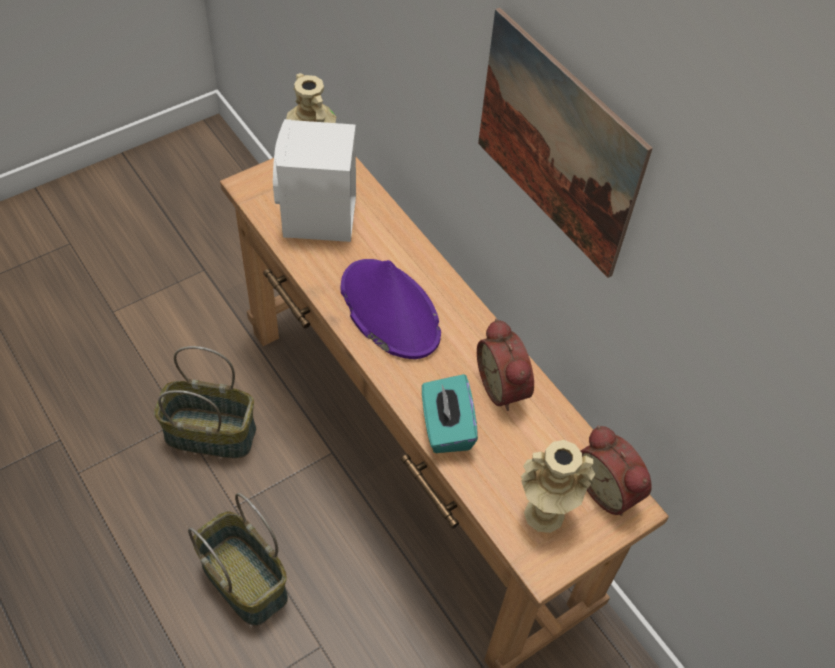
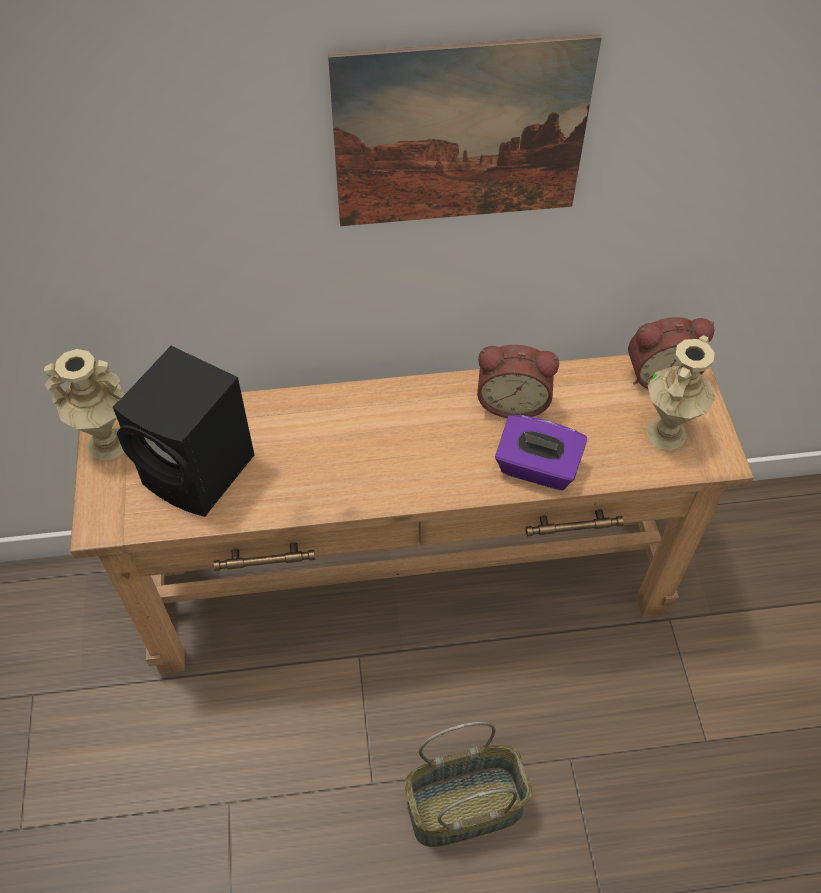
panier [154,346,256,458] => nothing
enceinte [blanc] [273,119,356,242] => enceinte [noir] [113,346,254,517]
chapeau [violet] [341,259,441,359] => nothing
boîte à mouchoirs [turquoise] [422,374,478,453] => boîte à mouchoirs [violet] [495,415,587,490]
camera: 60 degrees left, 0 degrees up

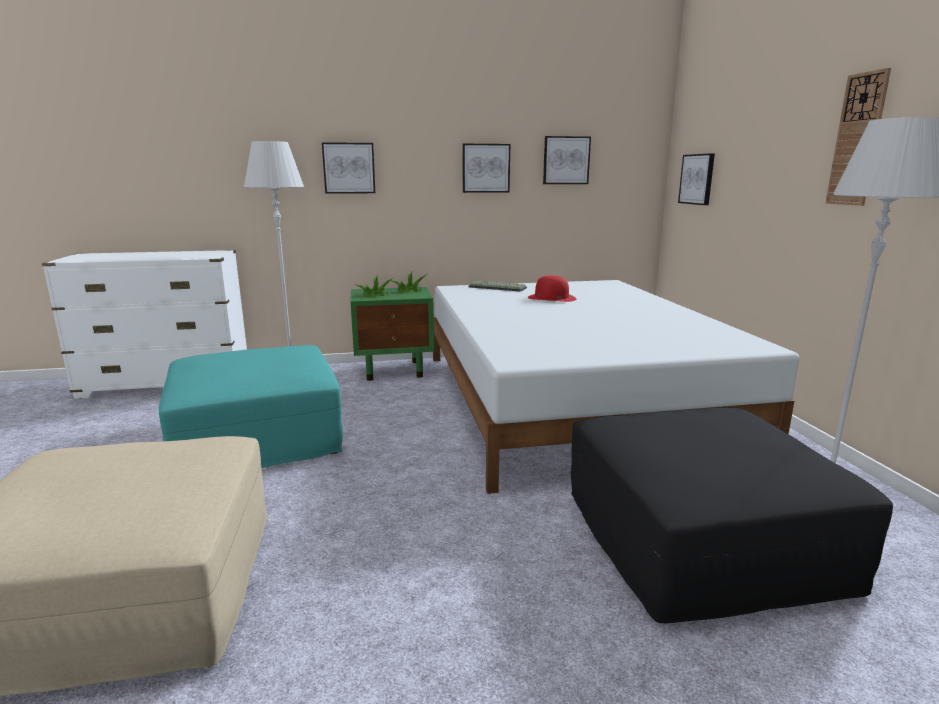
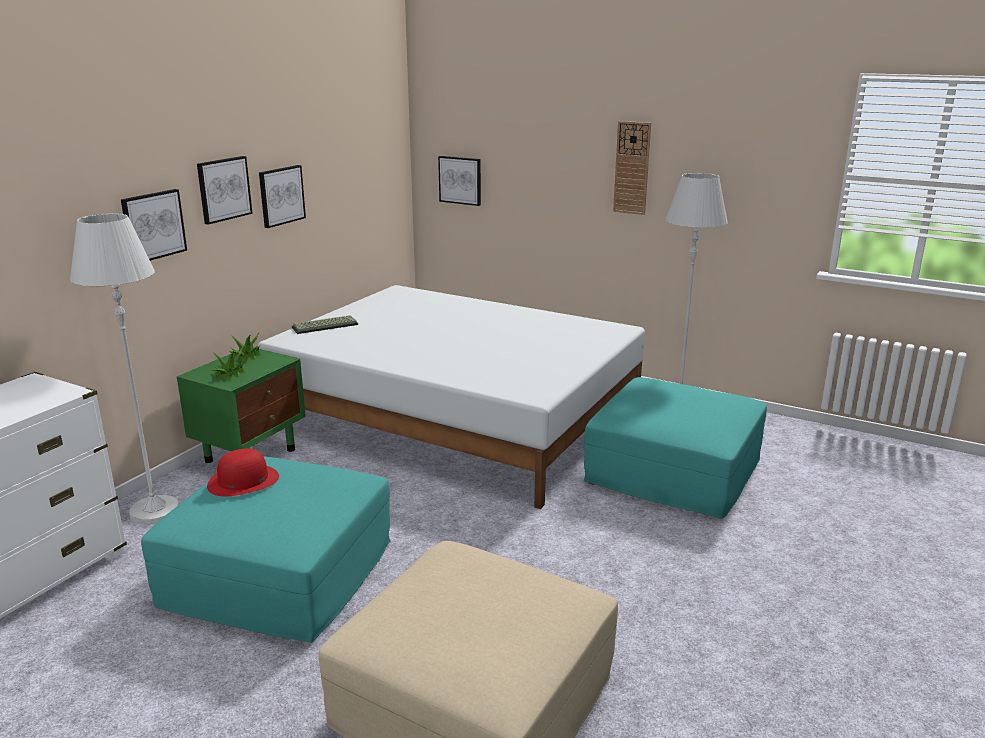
chapeau [rouge] [527,276,576,302] => chapeau [rouge] [207,449,279,496], moved
tableau [543,136,591,184] => tableau [197,156,253,225], moved
pouf [noir] [571,407,893,623] => pouf [turquoise] [584,377,767,519]
camera: 50 degrees left, 5 degrees up

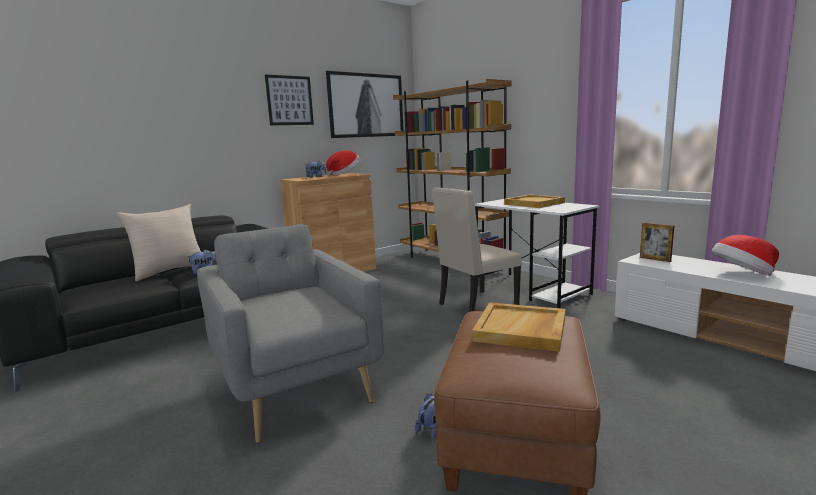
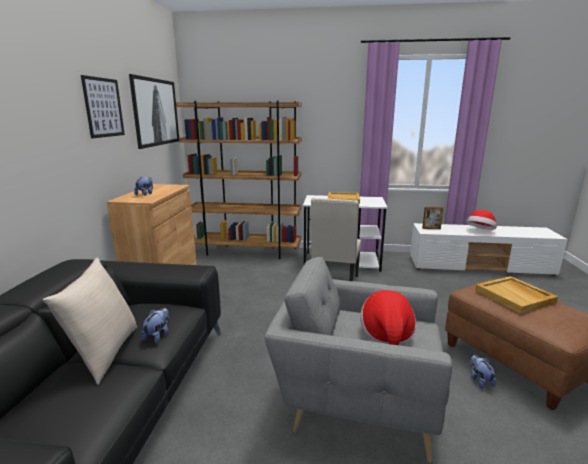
chapeau [326,151,360,175] => chapeau [360,290,416,346], moved
camera: 45 degrees left, 5 degrees up

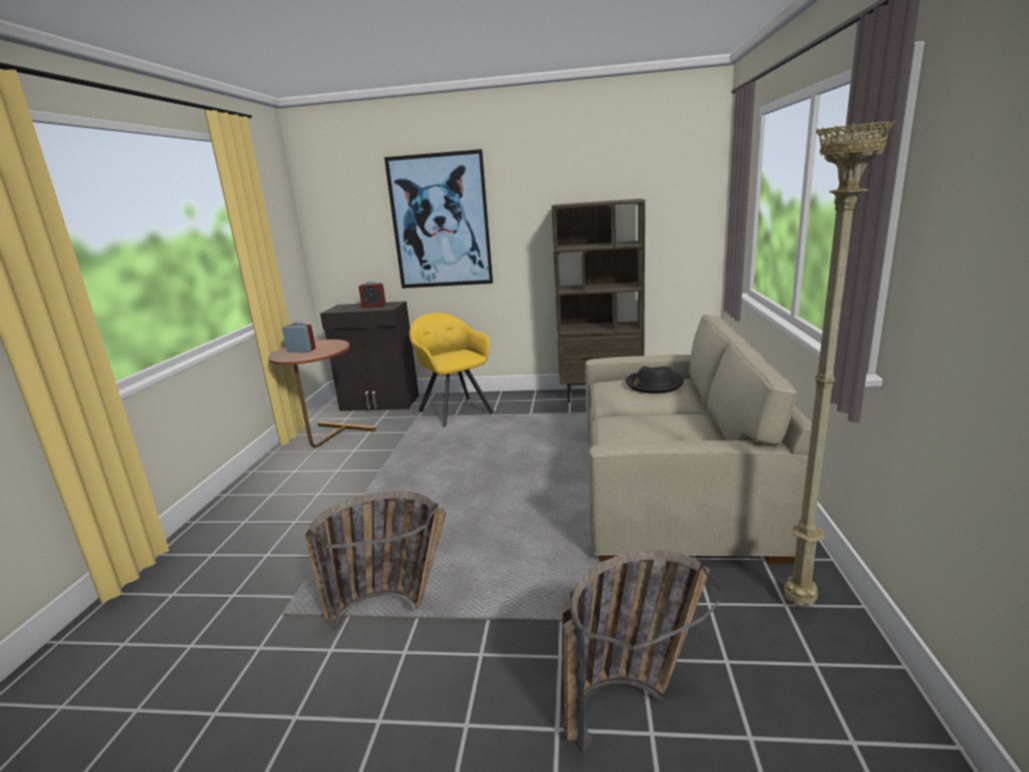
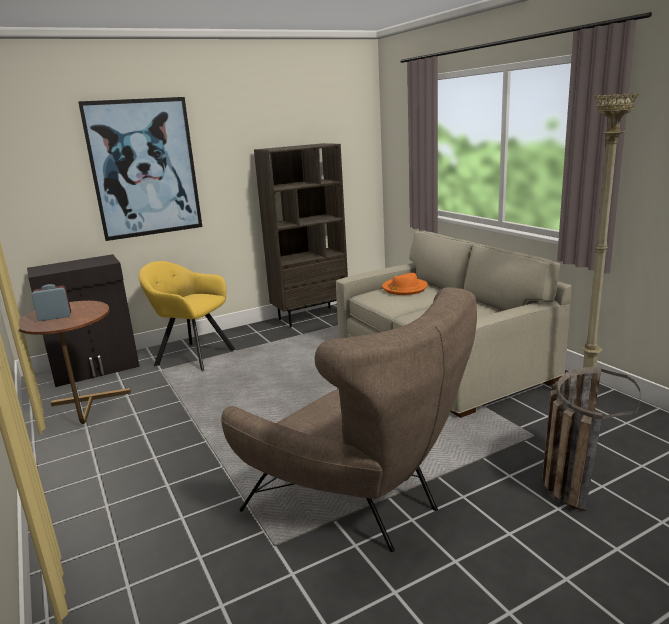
panier [305,491,446,631] => fauteuil [marron] [221,287,477,552]
réveil [359,281,386,308] => nothing
chapeau [noir] [625,366,684,394] => chapeau [orange] [382,273,428,295]
camera: 35 degrees left, 0 degrees up

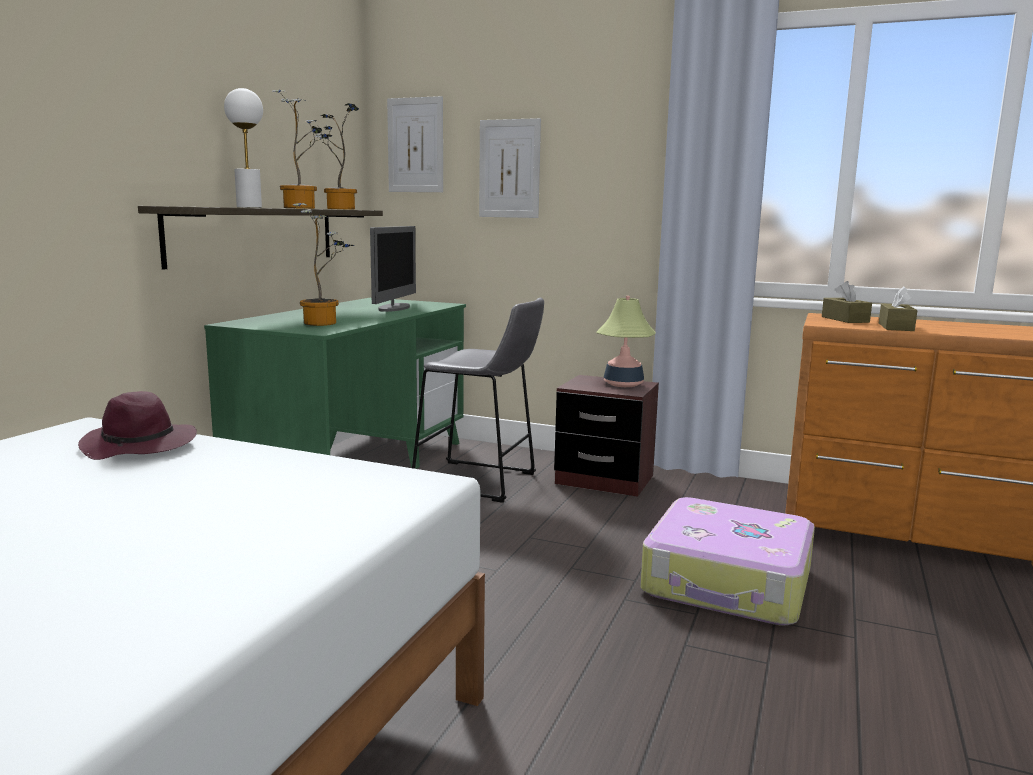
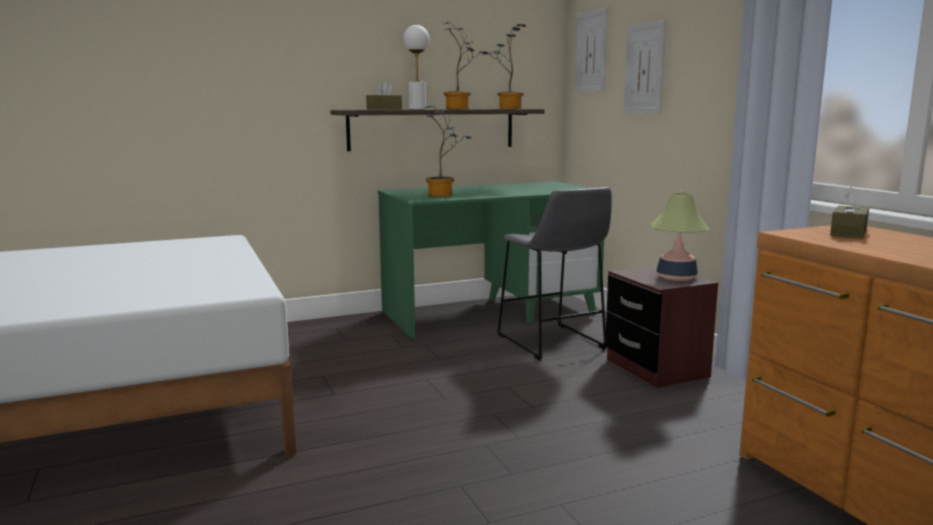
chapeau [violet] [78,391,197,460] => nothing
écran d'ordinateur [370,226,416,312] => nothing
valise [640,497,815,626] => nothing
boîte à mouchoirs [marron] [879,286,918,331] => boîte à mouchoirs [marron] [366,81,402,110], moved
camera: 45 degrees right, 0 degrees up

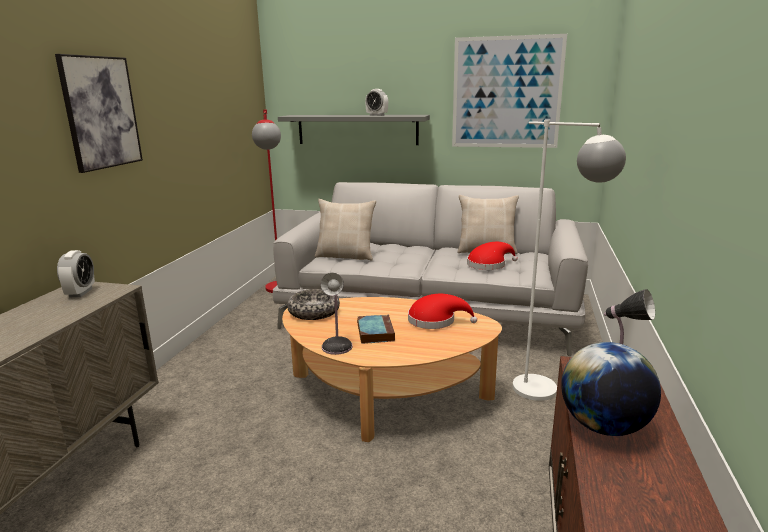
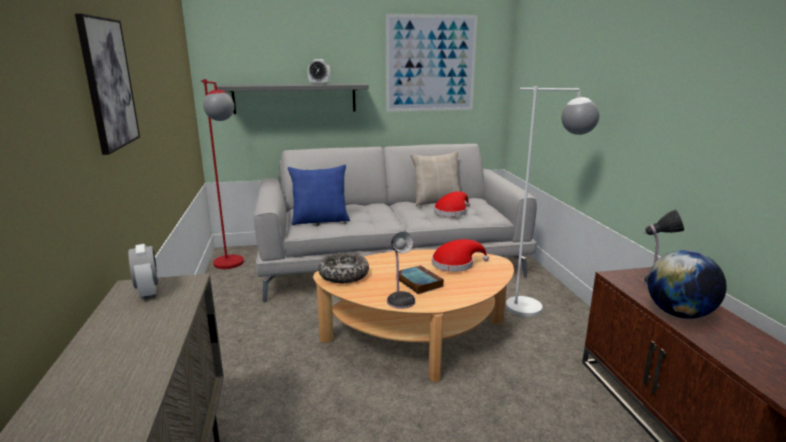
coussin [beige] [315,199,376,260] => coussin [bleu] [288,165,350,225]
camera: 25 degrees left, 0 degrees up

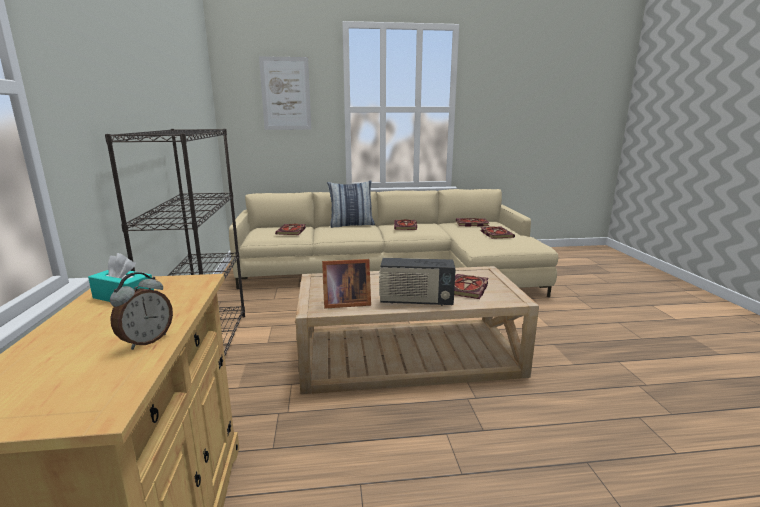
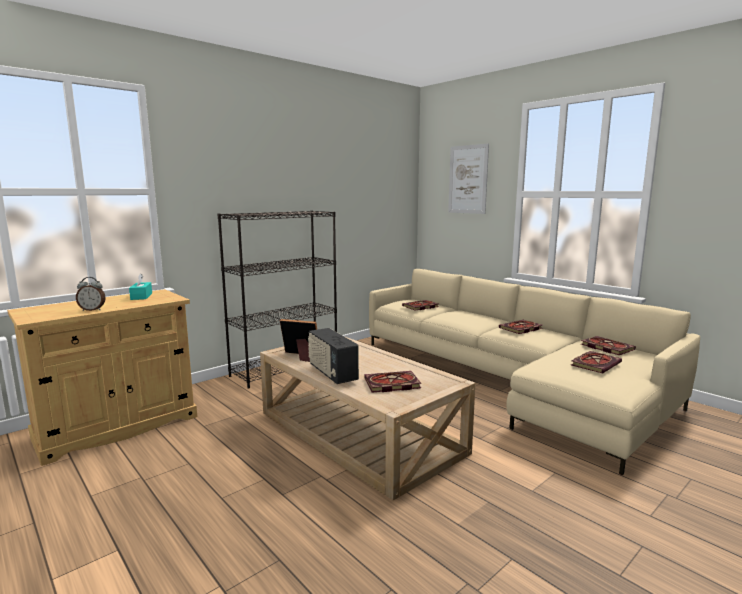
cadre photo [322,259,371,309] => cadre photo [280,319,317,362], 150 degrees clockwise
coussin [327,180,375,228] => nothing
camera: 55 degrees right, 5 degrees down

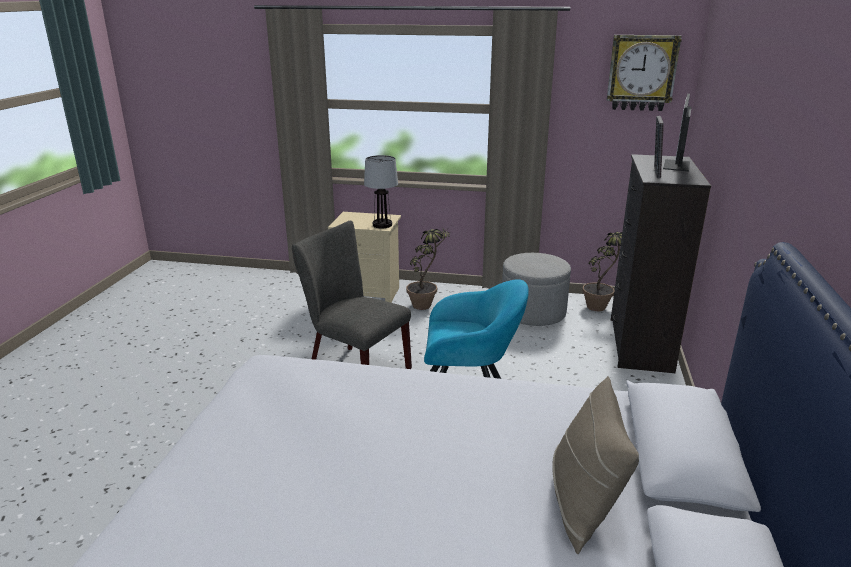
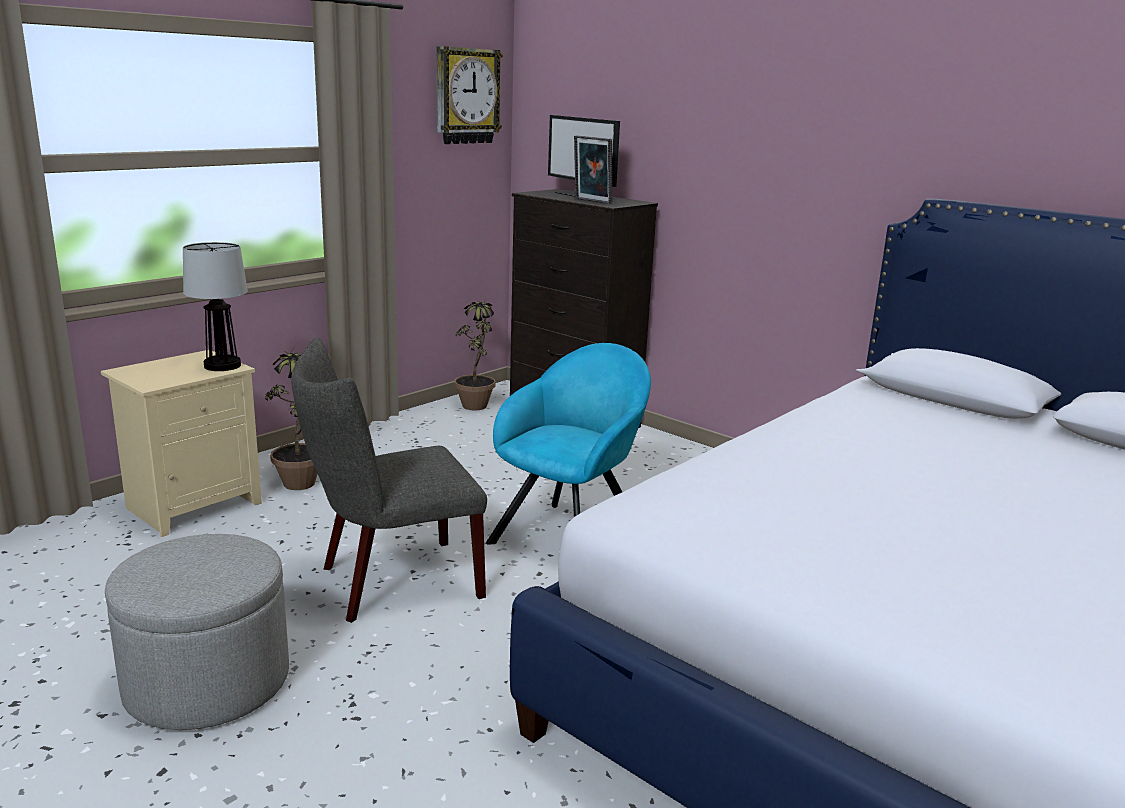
pouf [gris] [502,253,571,326] => pouf [gris] [105,534,289,730], moved
coussin [beige] [552,376,639,554] => nothing
camera: 60 degrees left, 5 degrees down

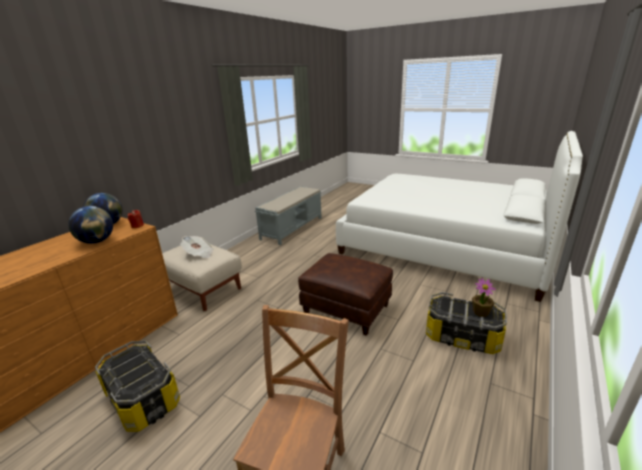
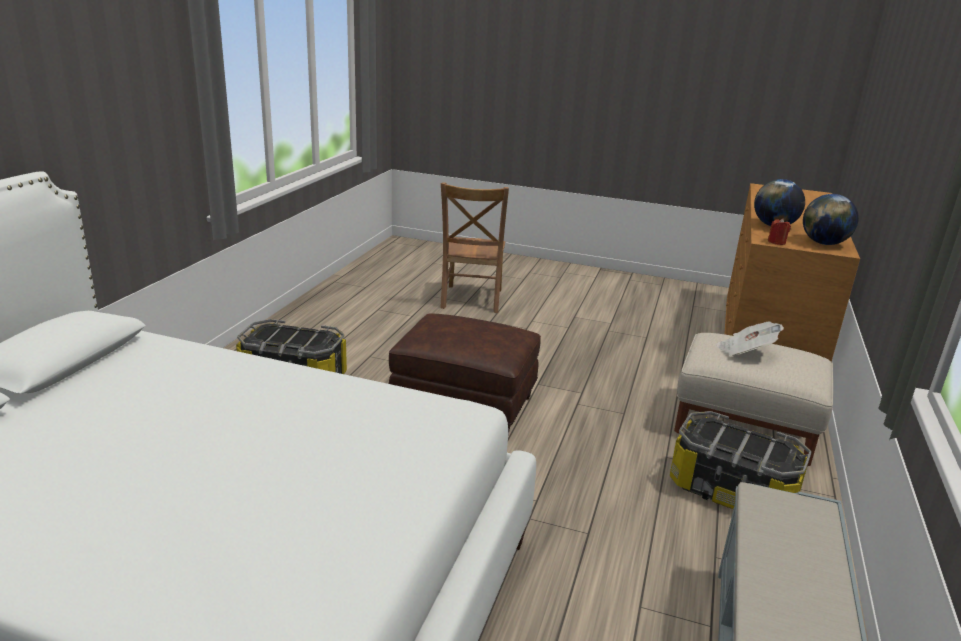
boîte de rangement [95,341,180,432] => boîte de rangement [670,411,811,509], moved
plante en pot [472,278,496,317] => nothing
camera: 165 degrees right, 0 degrees up

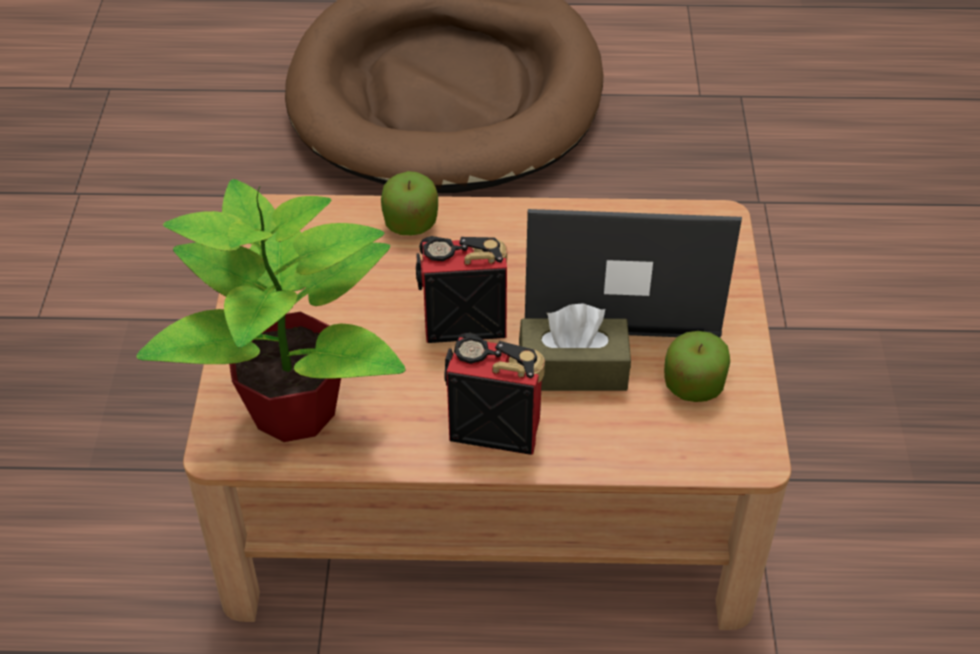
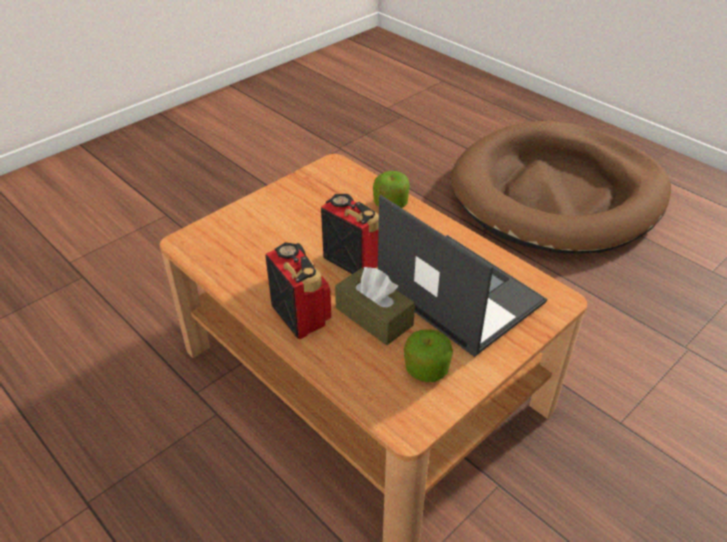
plante en pot [136,179,406,442] => nothing
camera: 45 degrees right, 5 degrees down

